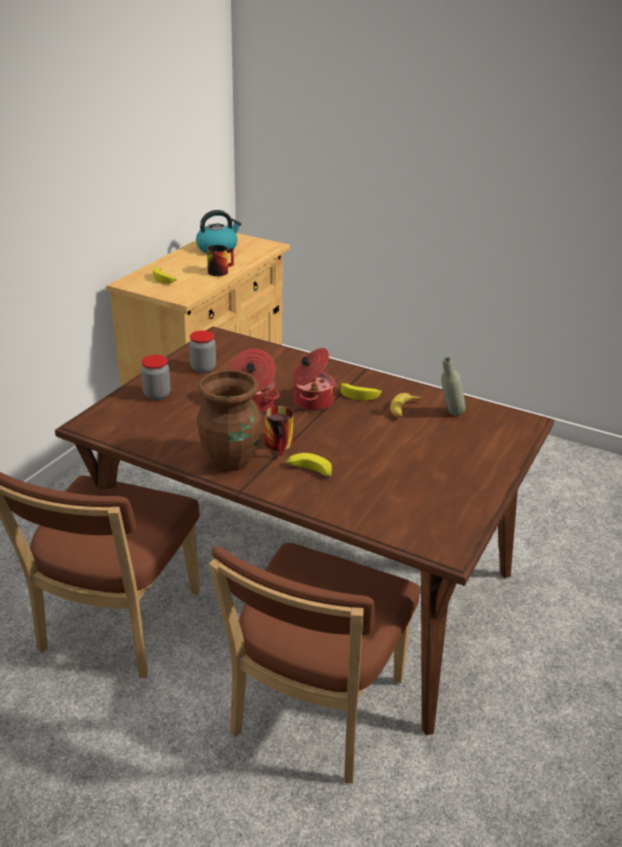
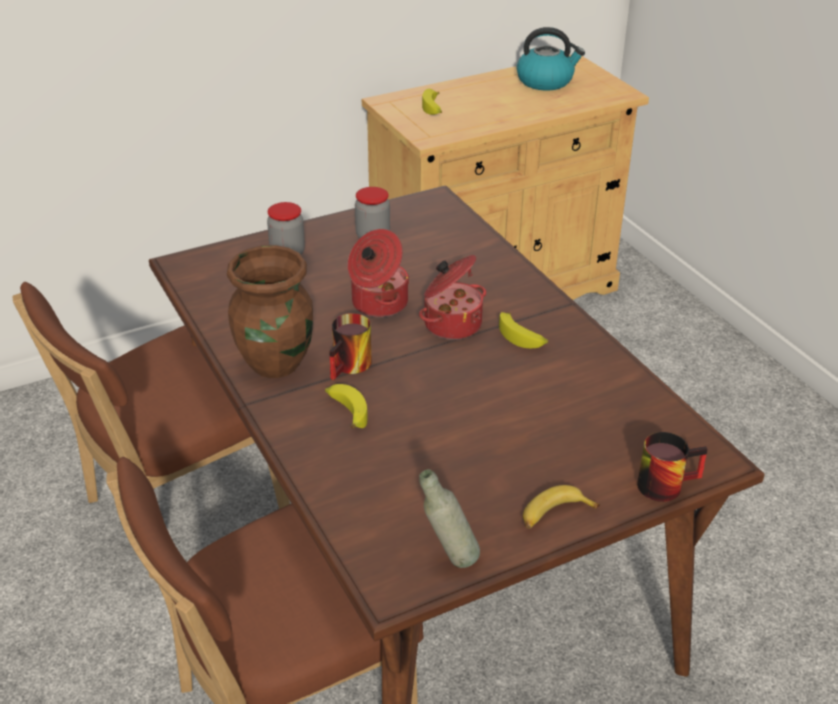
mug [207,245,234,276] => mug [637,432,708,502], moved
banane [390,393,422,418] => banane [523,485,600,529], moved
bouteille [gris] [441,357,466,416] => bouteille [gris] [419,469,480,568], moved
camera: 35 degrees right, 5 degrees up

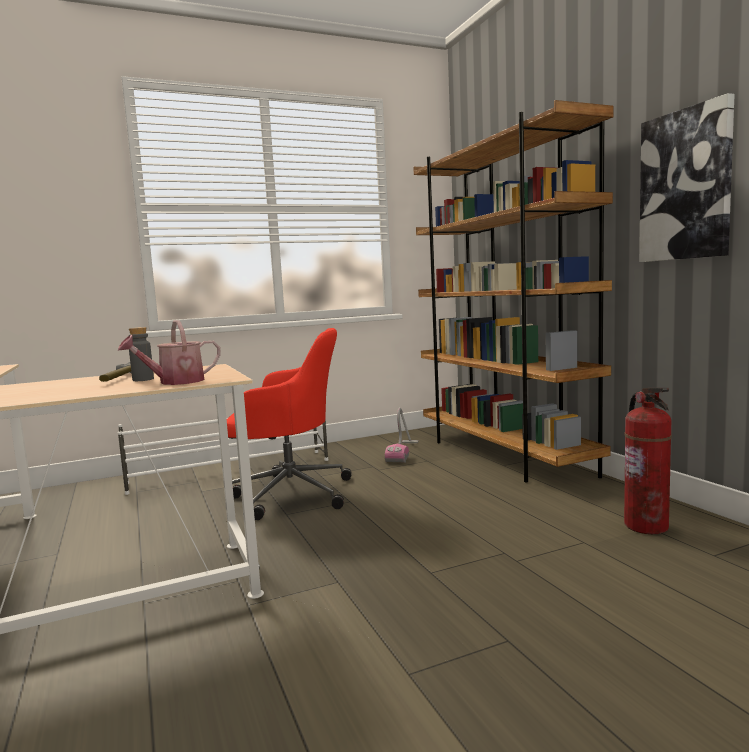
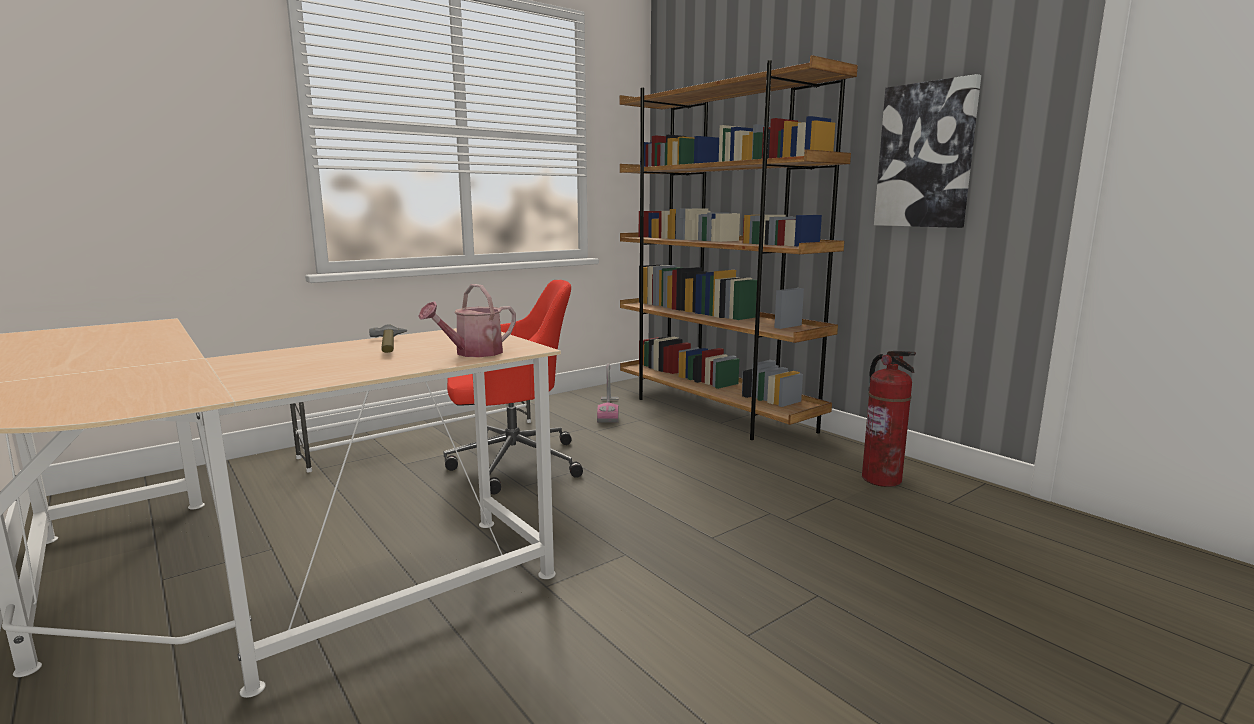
bouteille [gris] [129,327,154,381] => nothing
camera: 15 degrees left, 5 degrees up

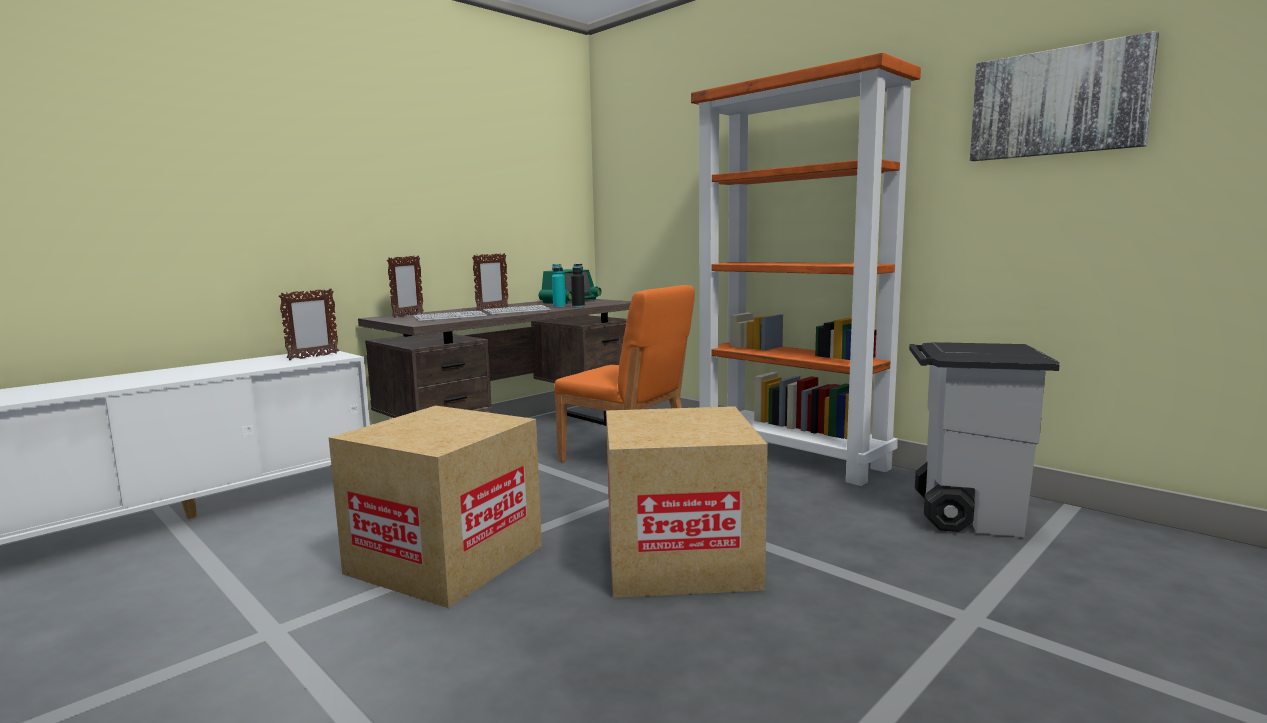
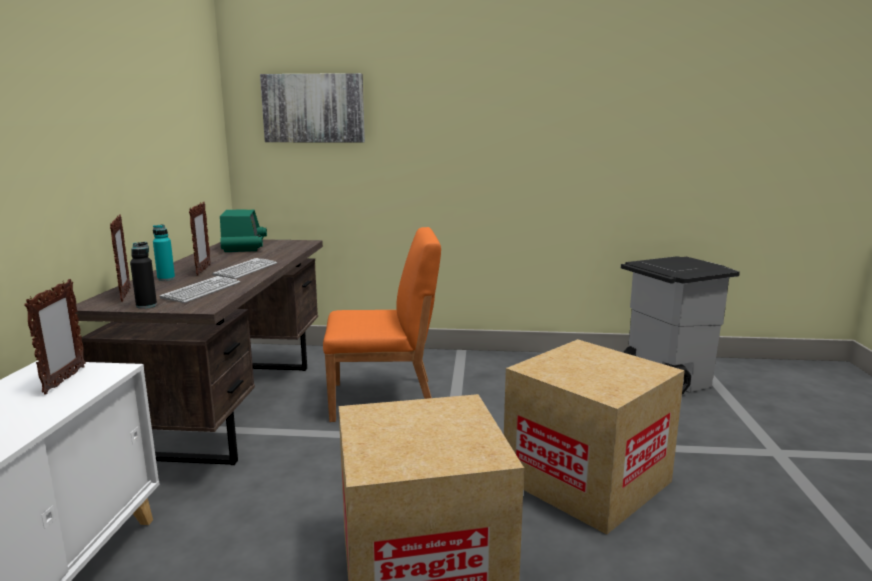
bouteille [turquoise] [552,264,566,308] => bouteille [turquoise] [153,224,175,281], moved
bouteille [noir] [571,264,585,308] => bouteille [noir] [130,242,157,309], moved
bibliothèque [orange] [691,52,921,486] => nothing
tableau [970,31,1159,161] => tableau [260,73,365,143], moved
camera: 40 degrees left, 5 degrees up

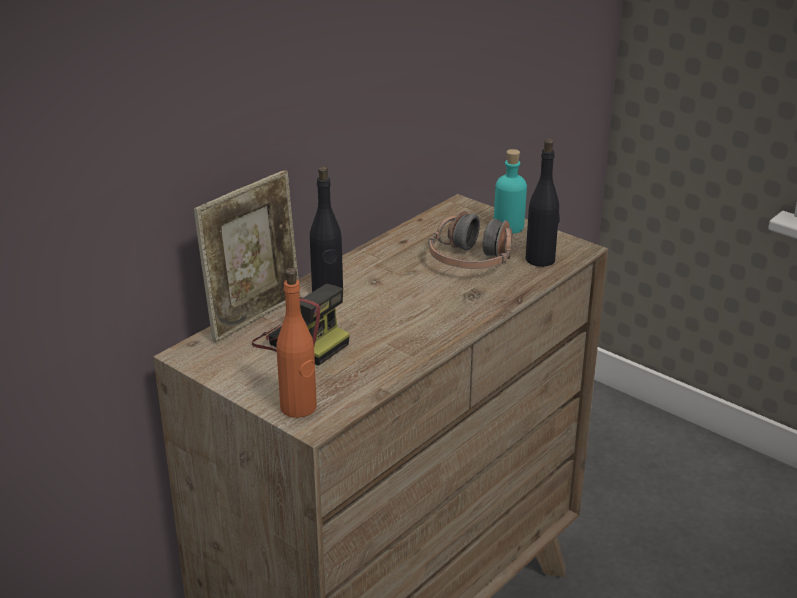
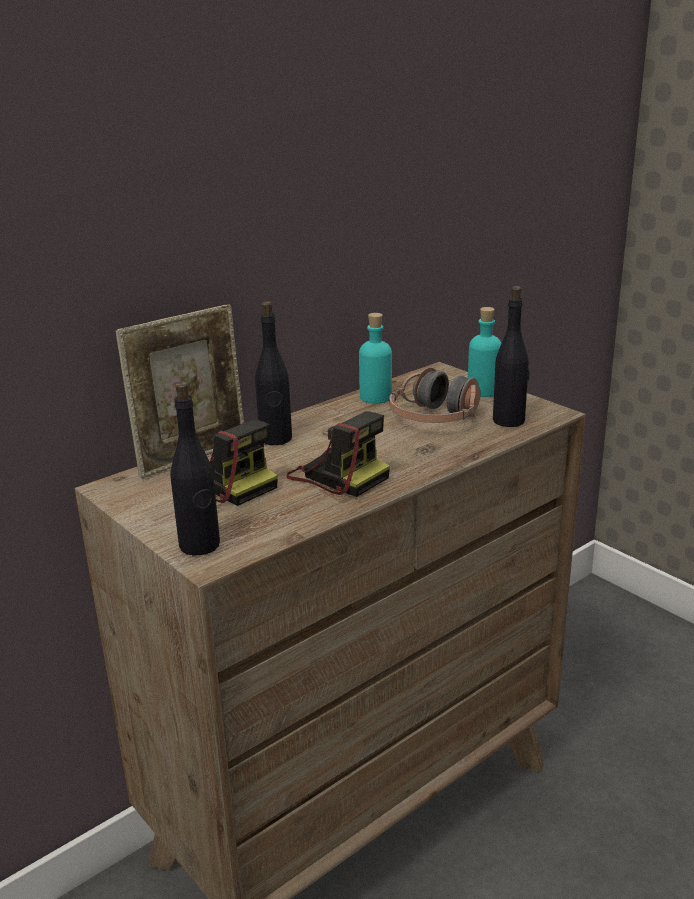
bouteille [orange] [276,268,317,418] => bouteille [noir] [170,381,220,555]
nothing => appareil photo [286,411,390,497]
nothing => bouteille [turquoise] [359,313,392,403]
camera: 10 degrees right, 5 degrees down

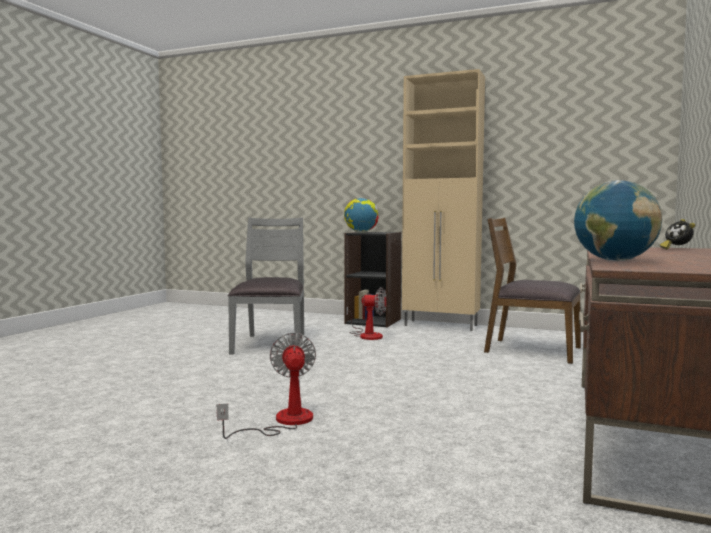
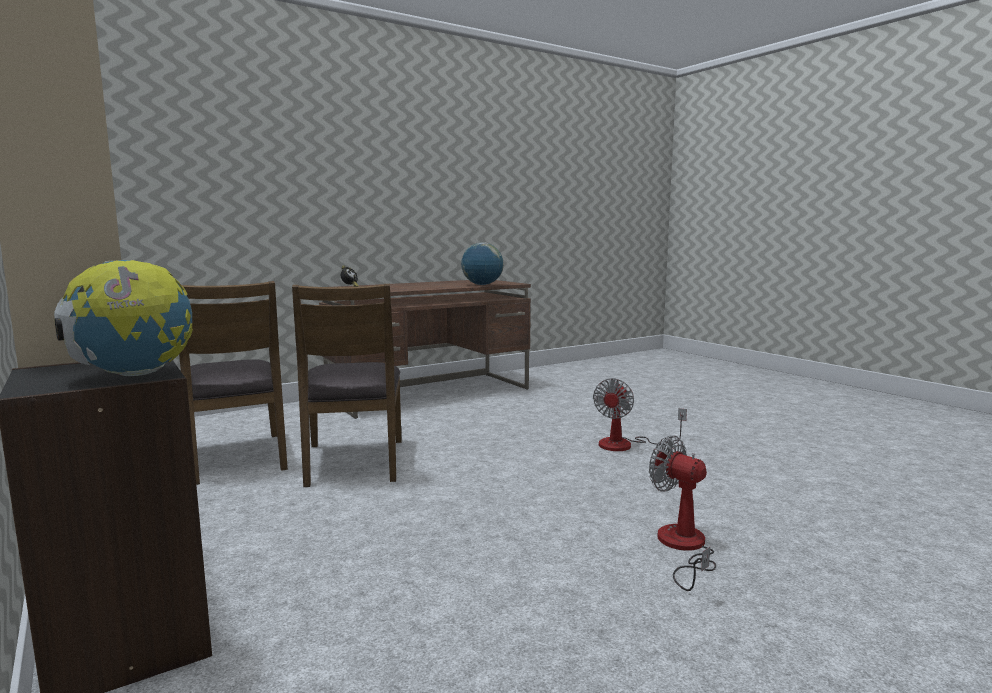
chaise [gris] [228,217,304,355] => nothing
ventilateur [347,287,387,340] => ventilateur [649,435,716,591], moved
nothing => chaise [marron] [292,284,402,487]
camera: 145 degrees left, 5 degrees up

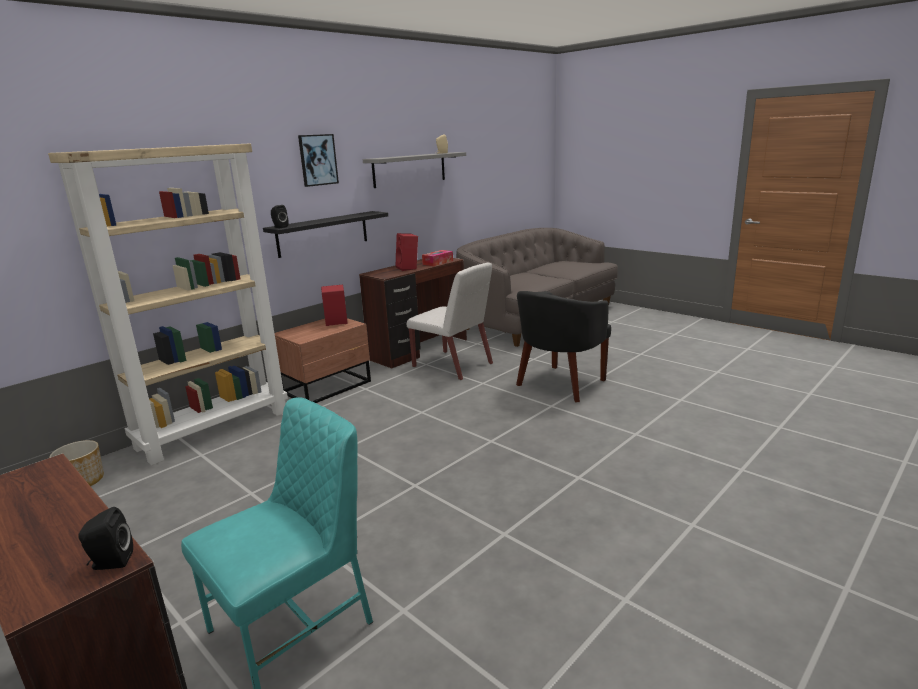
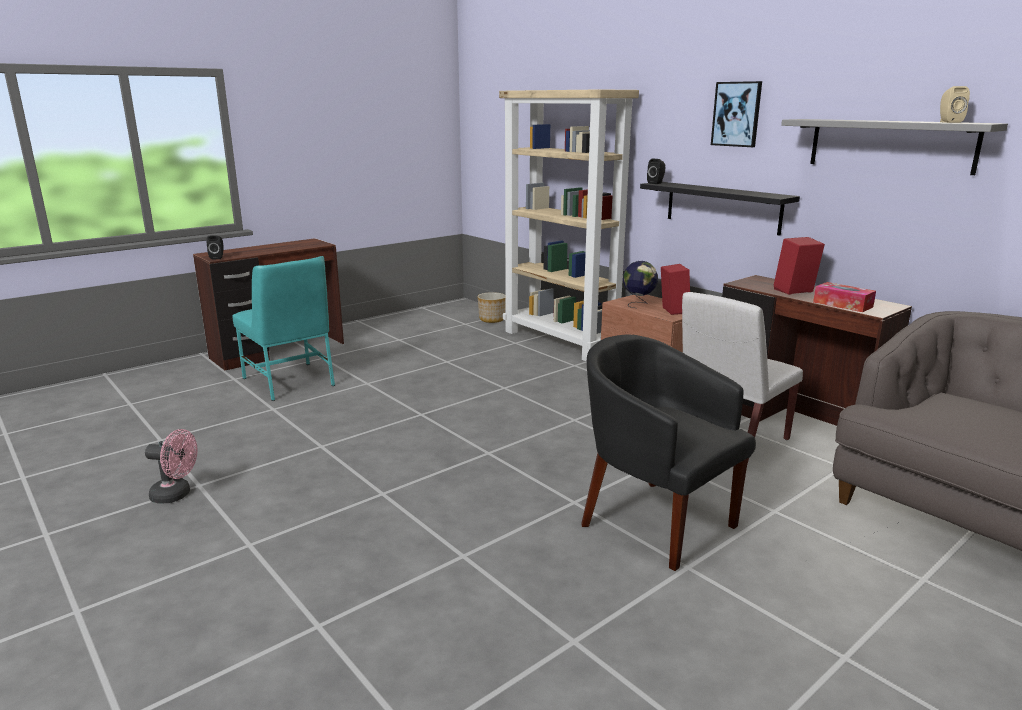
nothing => ventilateur [rose] [145,429,197,504]
nothing => globe [623,261,658,308]
camera: 95 degrees right, 0 degrees up

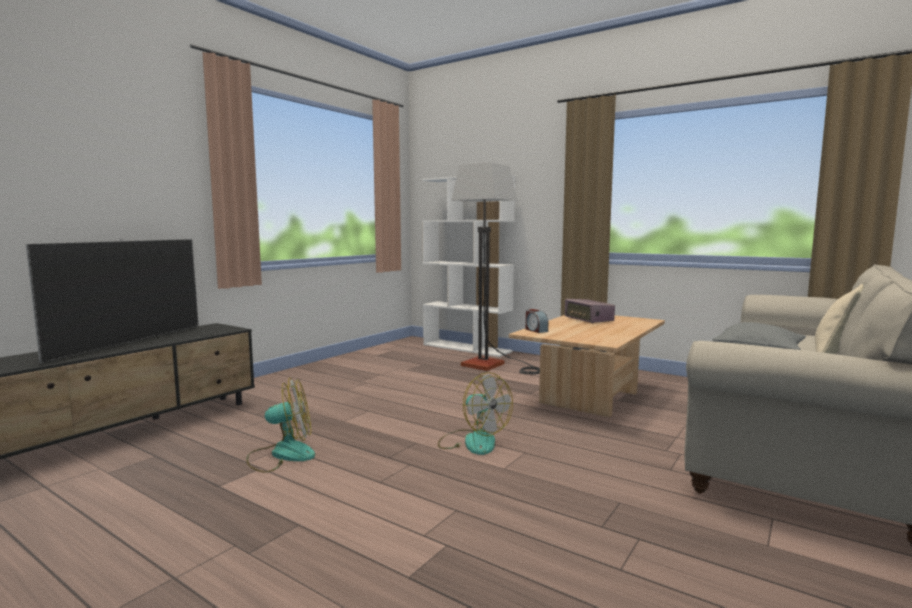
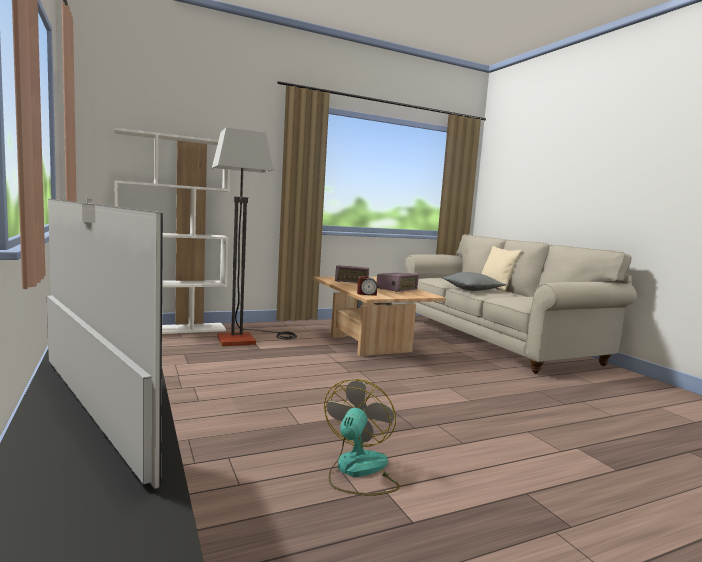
ventilateur [438,372,513,455] => nothing
nothing => radio [377,273,419,292]
camera: 60 degrees left, 0 degrees up

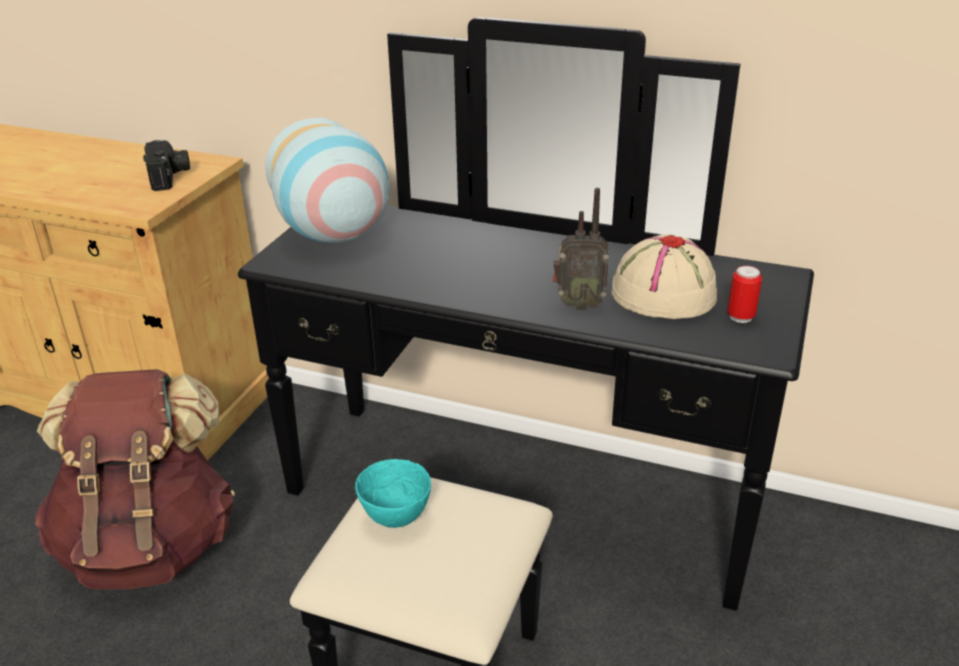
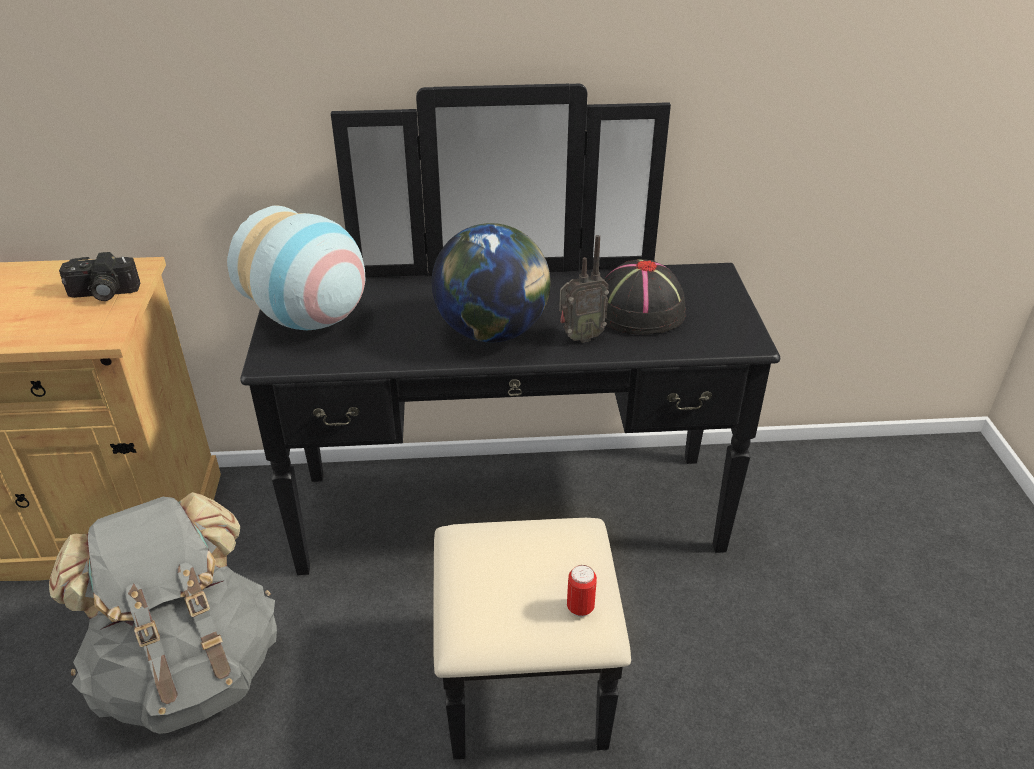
sac à dos [marron] [35,369,235,589] => sac à dos [gris] [49,492,277,734]
appareil photo [143,140,190,191] => appareil photo [59,252,140,301], 120 degrees clockwise
bol [turquoise] [355,459,431,528] => nothing
chapeau [beige] [612,234,717,319] => chapeau [noir] [604,259,686,335]
boîte métallique [727,266,762,323] => boîte métallique [567,565,597,617], moved
nothing => globe [432,223,550,342]
camera: 25 degrees left, 5 degrees up

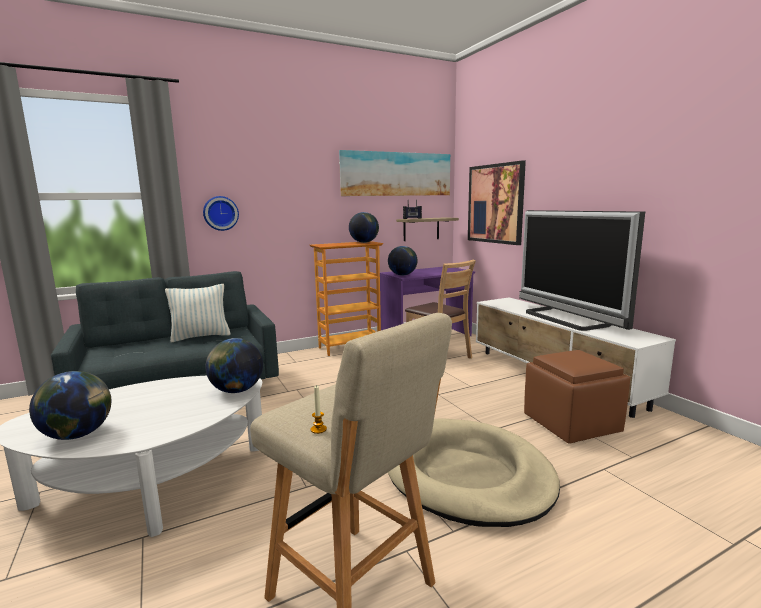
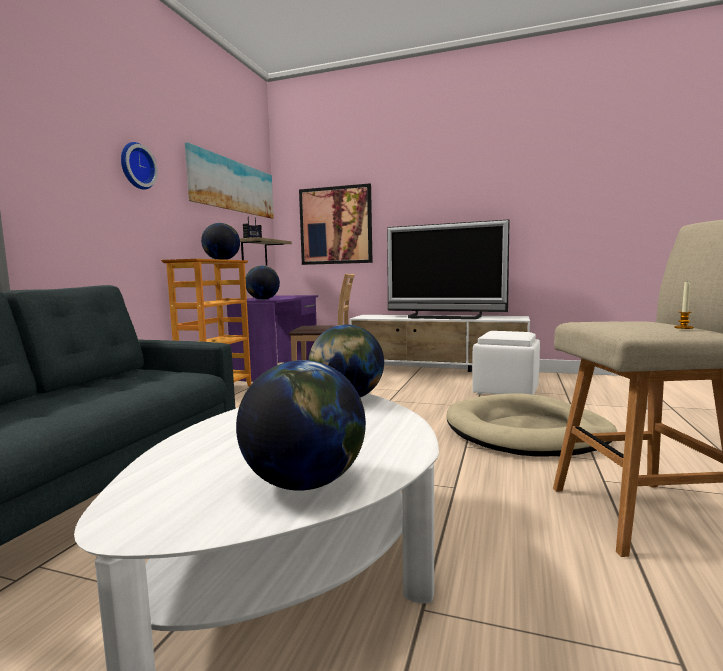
coussin [165,284,231,343] => nothing
horloge murale [203,196,239,231] => horloge murale [121,142,158,190], moved
pouf [marron] [524,350,630,444] => pouf [blanc] [472,331,540,395]
camera: 45 degrees left, 5 degrees down

